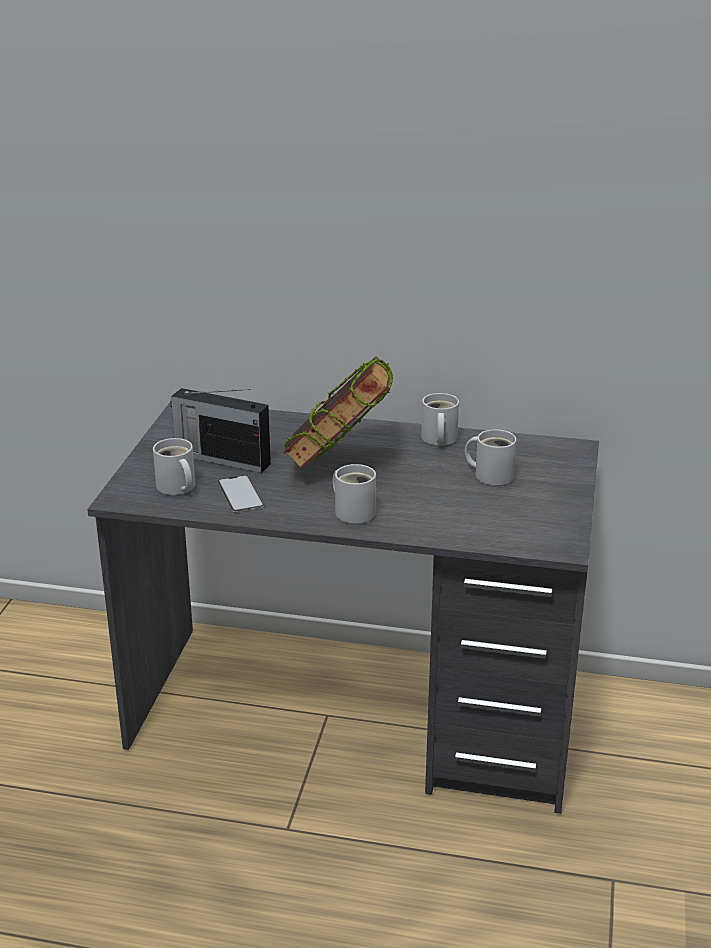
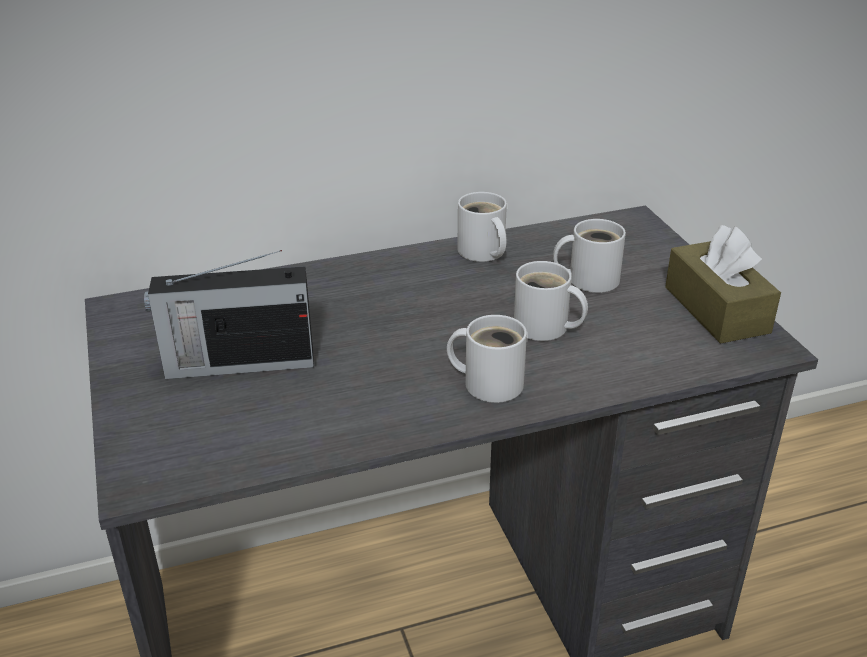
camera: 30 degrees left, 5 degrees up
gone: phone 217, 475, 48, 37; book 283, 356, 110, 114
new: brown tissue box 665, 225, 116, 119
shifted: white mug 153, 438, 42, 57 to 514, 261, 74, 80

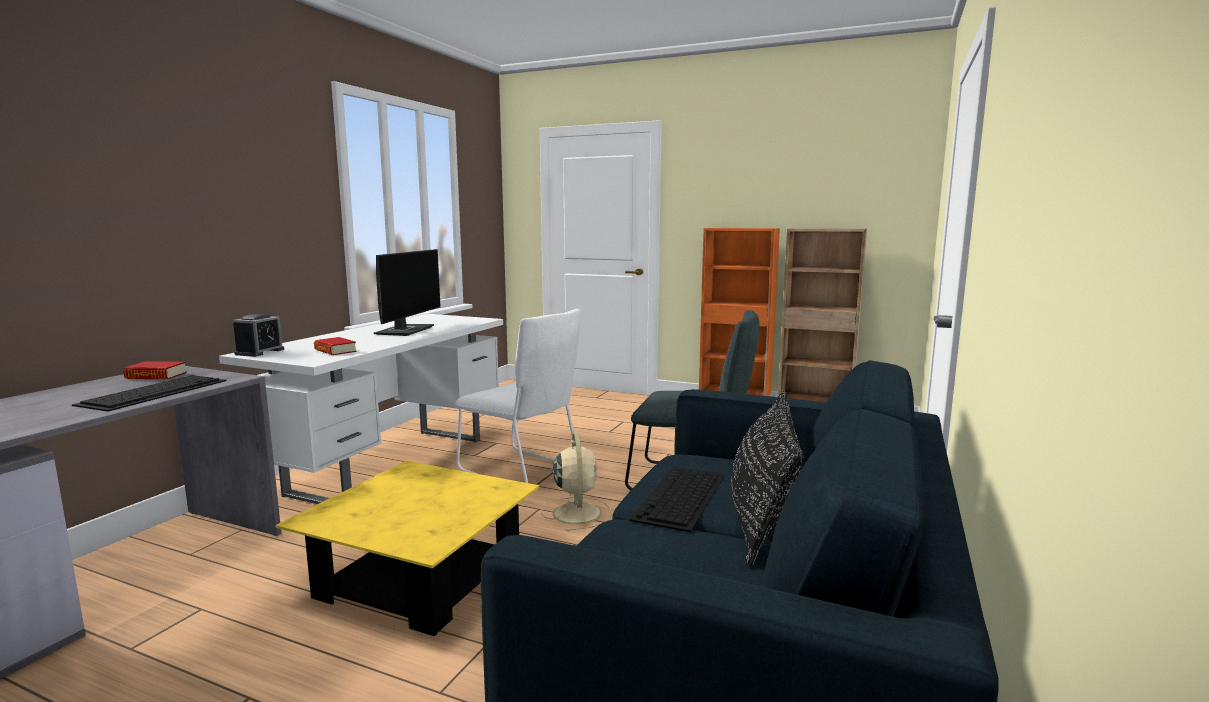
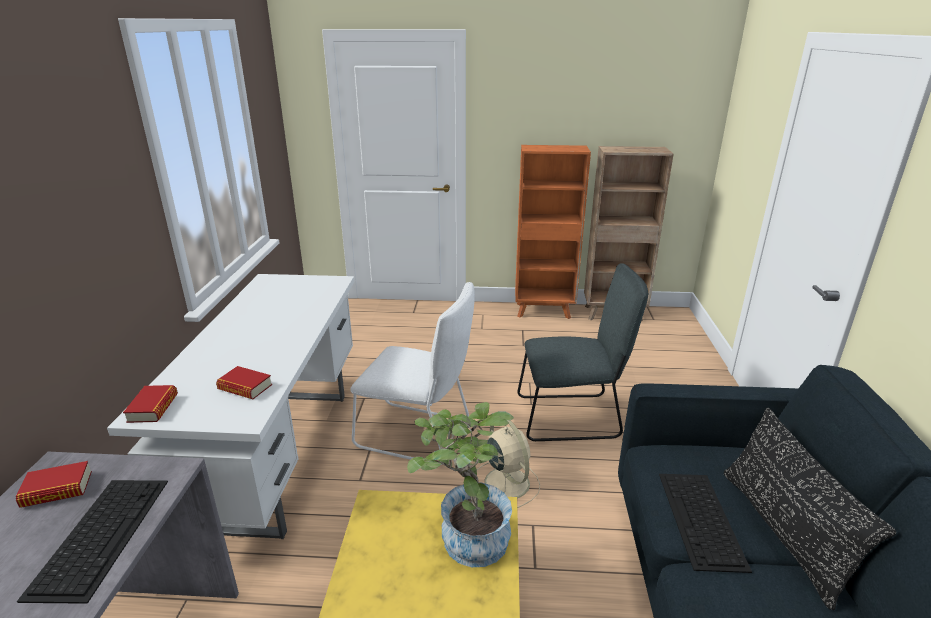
camera: 20 degrees left, 15 degrees up
gone: monitor 374, 249, 67, 87
new: potted plant 407, 402, 107, 165
swapped: alarm clock 233, 314, 51, 43 to book 123, 385, 55, 38

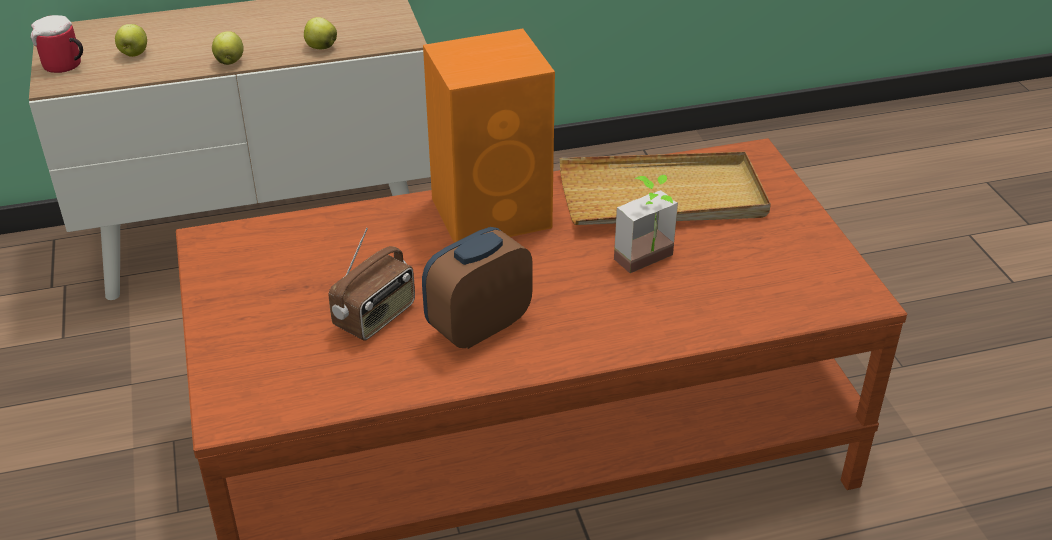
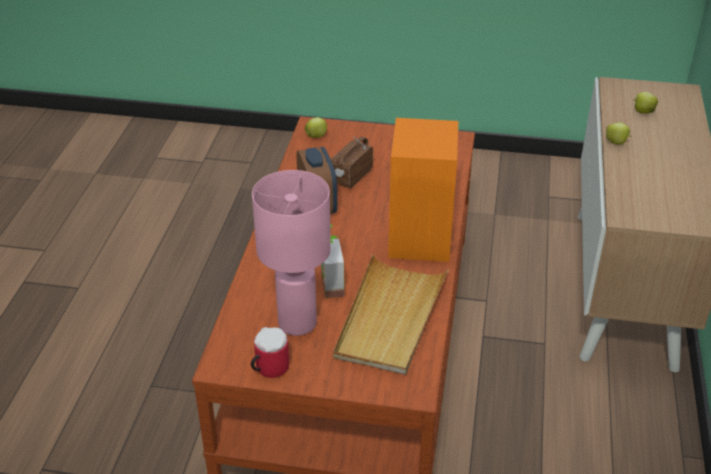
camera: 115 degrees right, 0 degrees up
new: pink table lamp 252, 170, 79, 166
shifted: mug 31, 15, 52, 58 to 251, 327, 38, 51; apple 304, 17, 33, 32 to 305, 117, 22, 21
rotated: radio 329, 227, 86, 114 = 331, 137, 42, 51 60 degrees clockwise

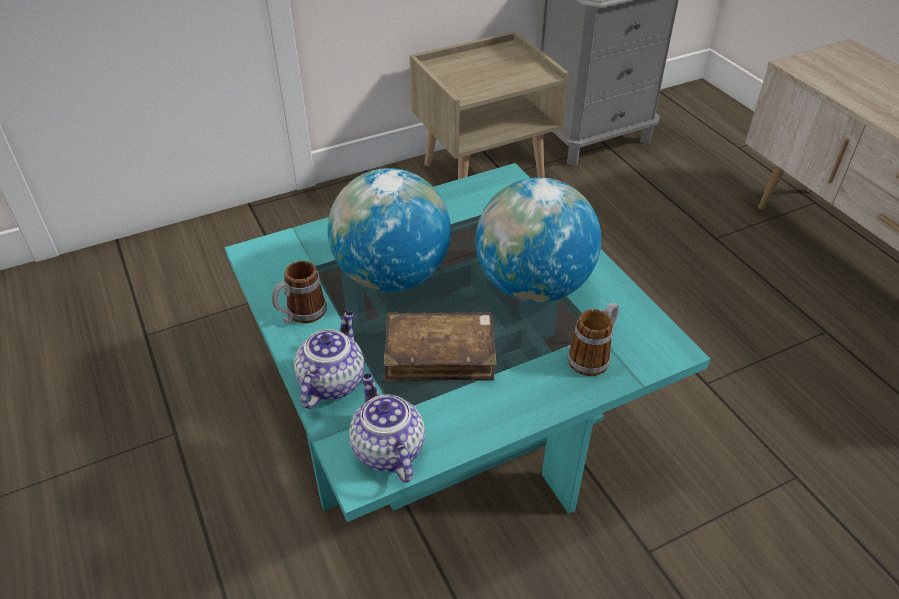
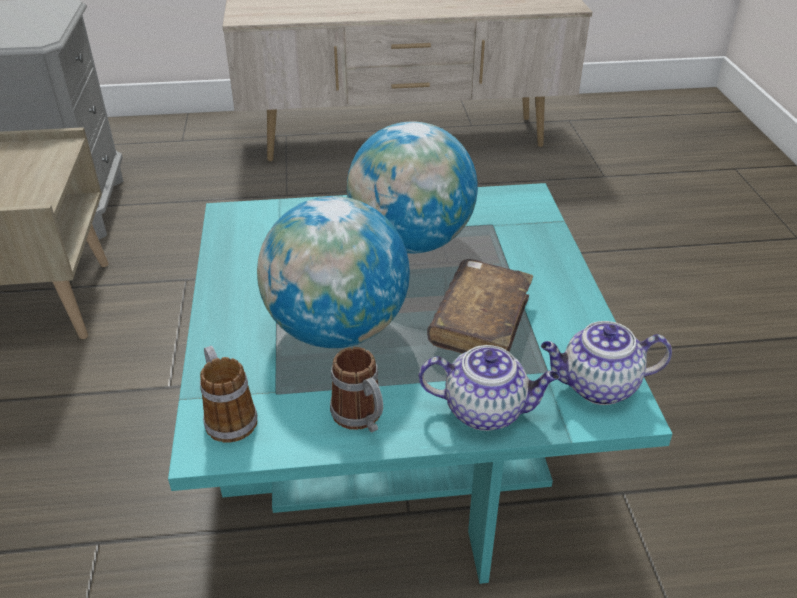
camera: 70 degrees left, 5 degrees down
shifted: mug 568, 302, 51, 74 to 200, 346, 58, 97
rotated: teapot 294, 311, 70, 98 = 419, 345, 141, 86 150 degrees clockwise

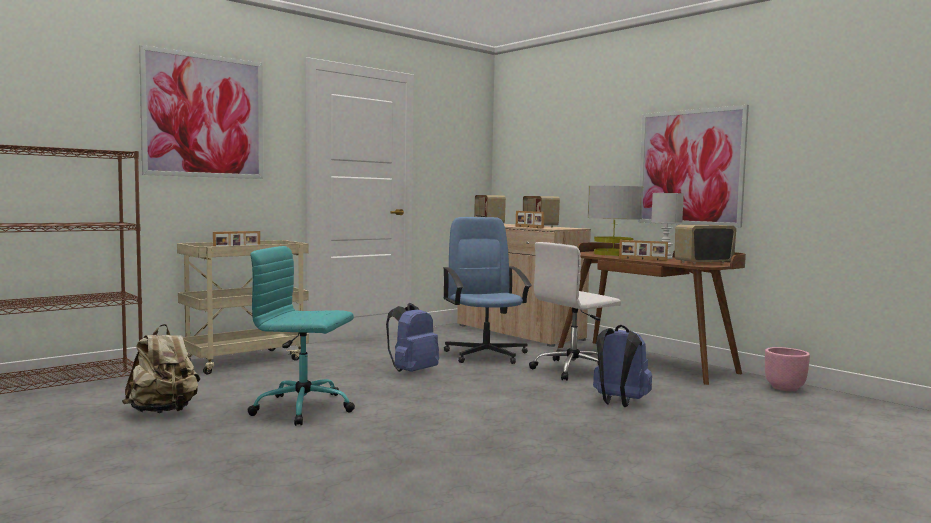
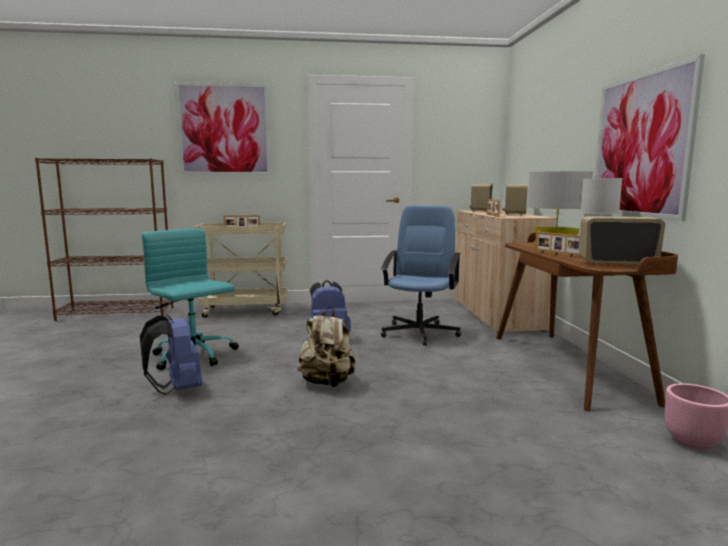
camera: 35 degrees right, 5 degrees up
gone: white office chair 529, 242, 92, 139
shifted: beige backpack 122, 324, 78, 89 to 298, 307, 58, 80; blue backpack 593, 325, 59, 82 to 140, 314, 62, 81

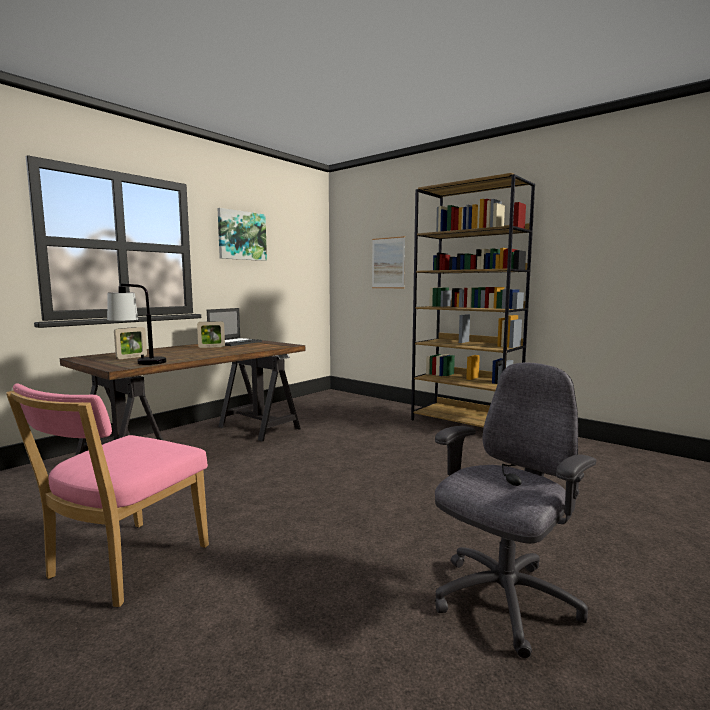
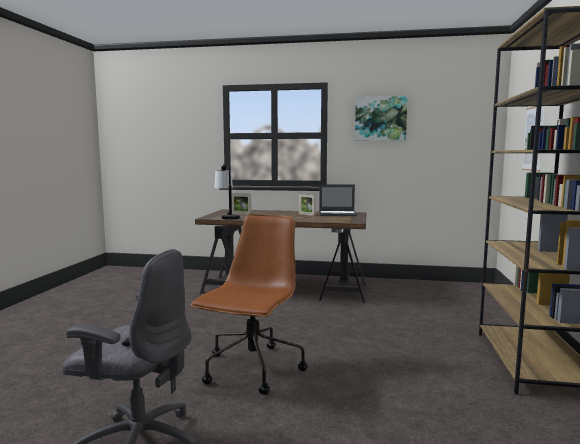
camera: 60 degrees right, 0 degrees up
gone: pink chair 6, 383, 203, 224
new: brown office chair 190, 214, 118, 181

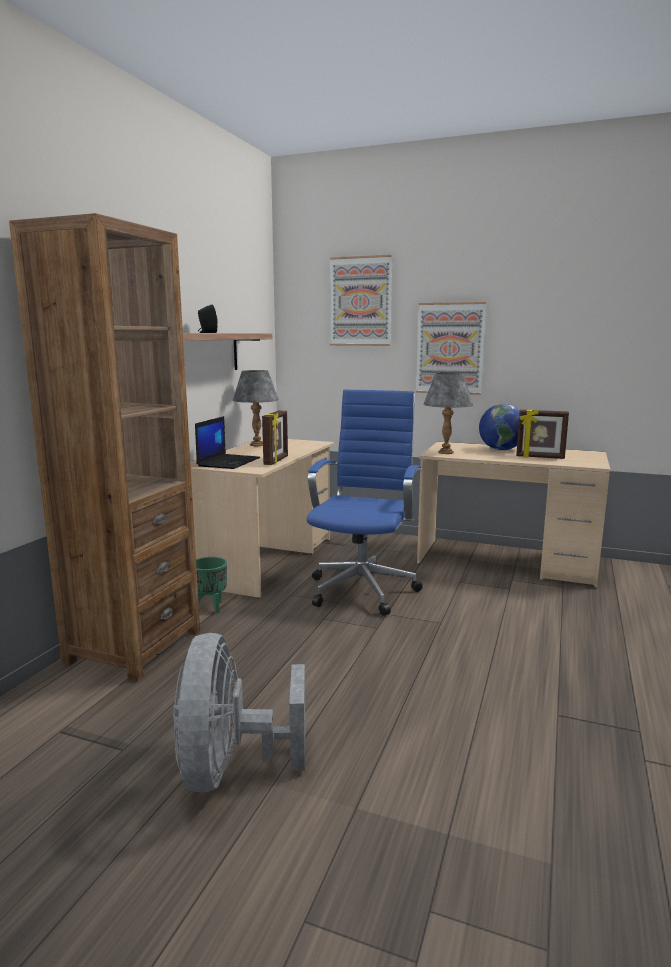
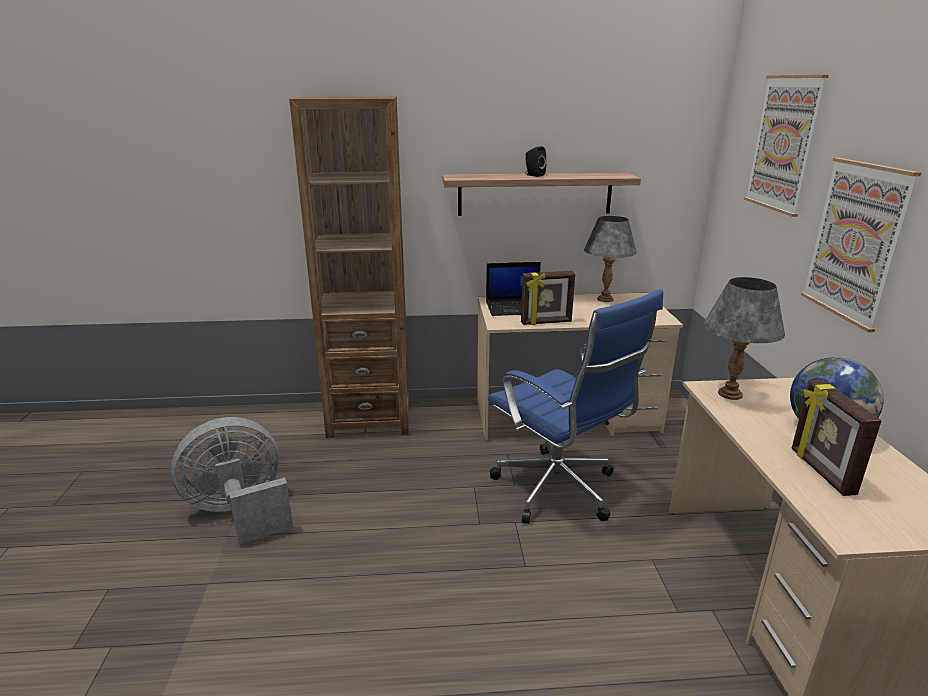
camera: 65 degrees right, 10 degrees up
gone: green planter 196, 557, 31, 57
rotated: blue office chair 307, 390, 116, 226 = 488, 289, 175, 235 60 degrees clockwise

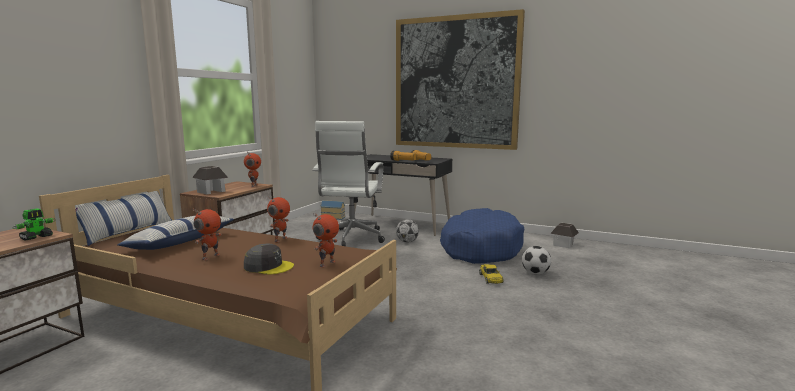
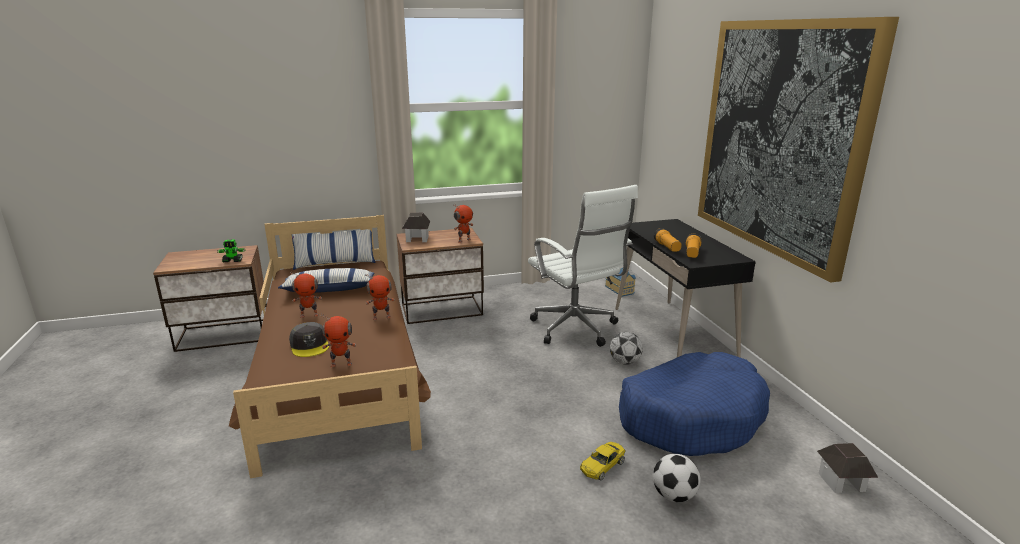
camera: 50 degrees right, 10 degrees up
rotated: white office chair 313, 121, 72, 125 = 528, 185, 110, 162 90 degrees counterclockwise

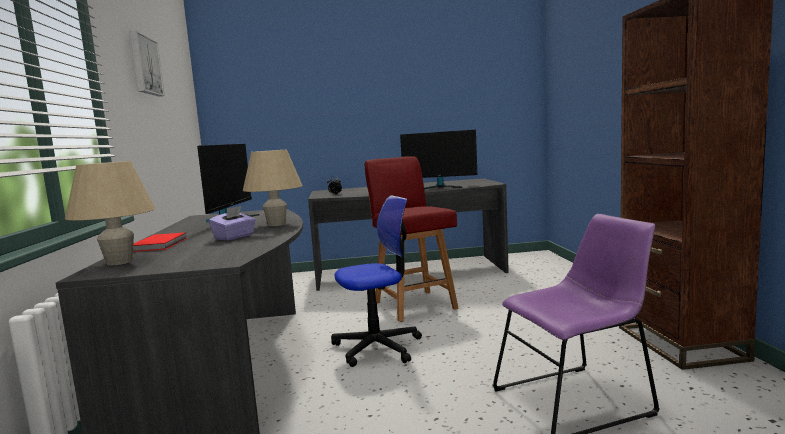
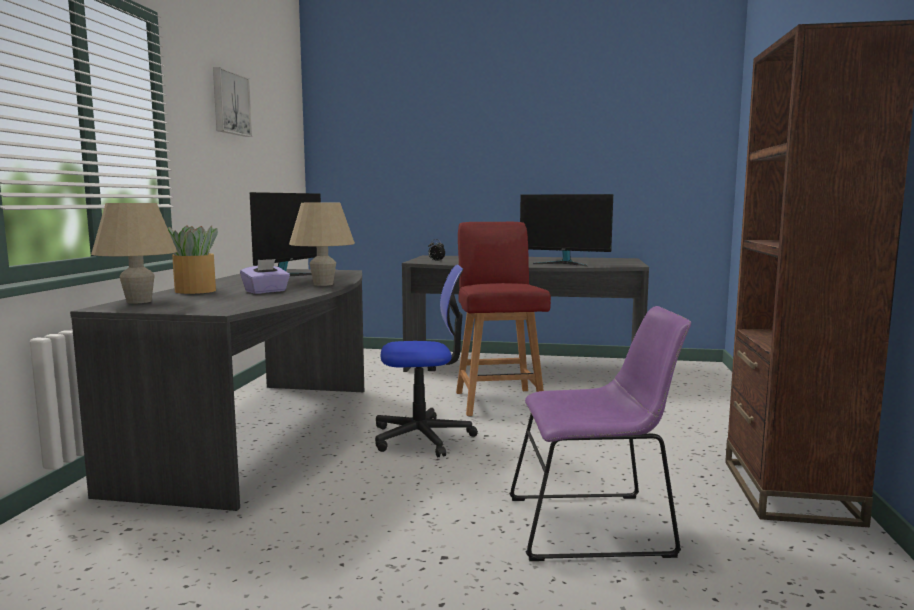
camera: 15 degrees right, 0 degrees up
swapped: red book 133, 232, 54, 20 to potted plant 168, 225, 50, 69

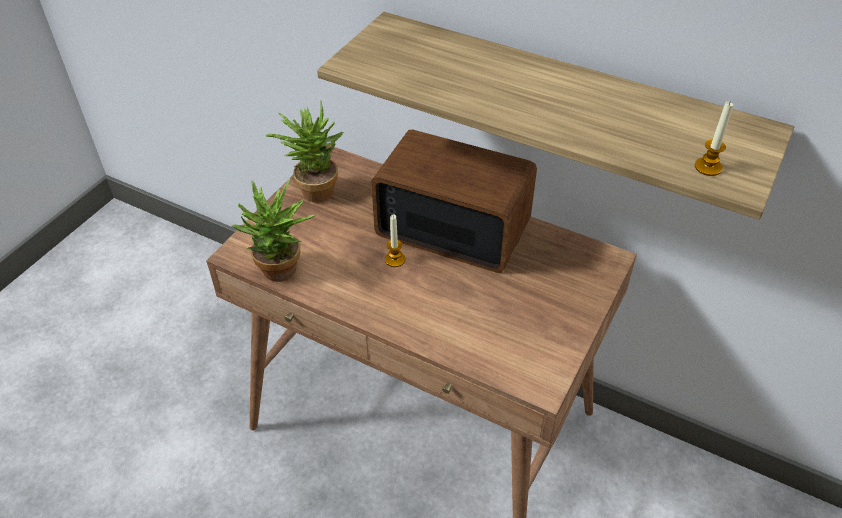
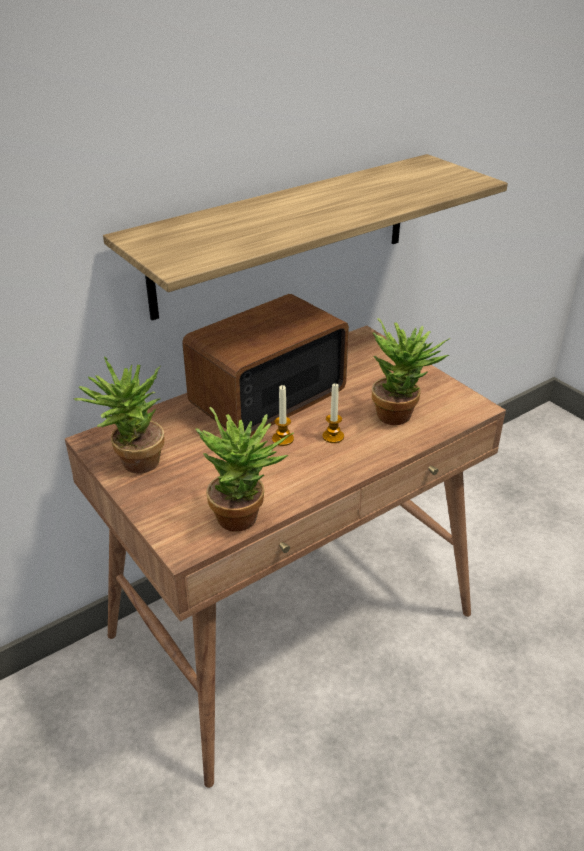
camera: 65 degrees left, 10 degrees down
new: potted plant 372, 318, 78, 107
shifted: candle 695, 101, 38, 75 to 322, 383, 22, 60

